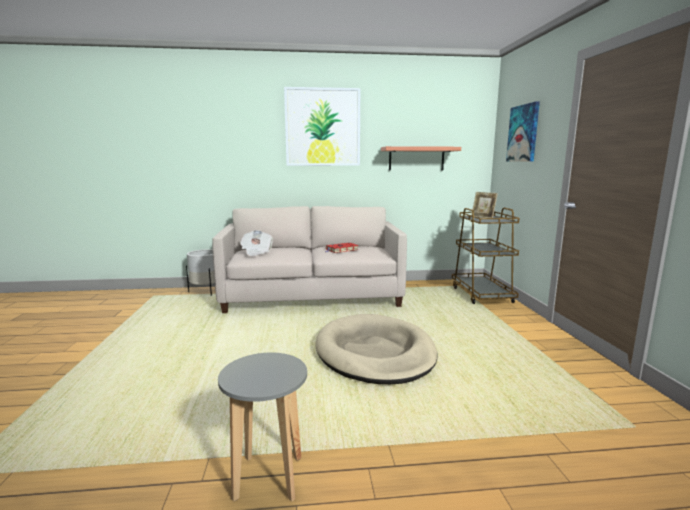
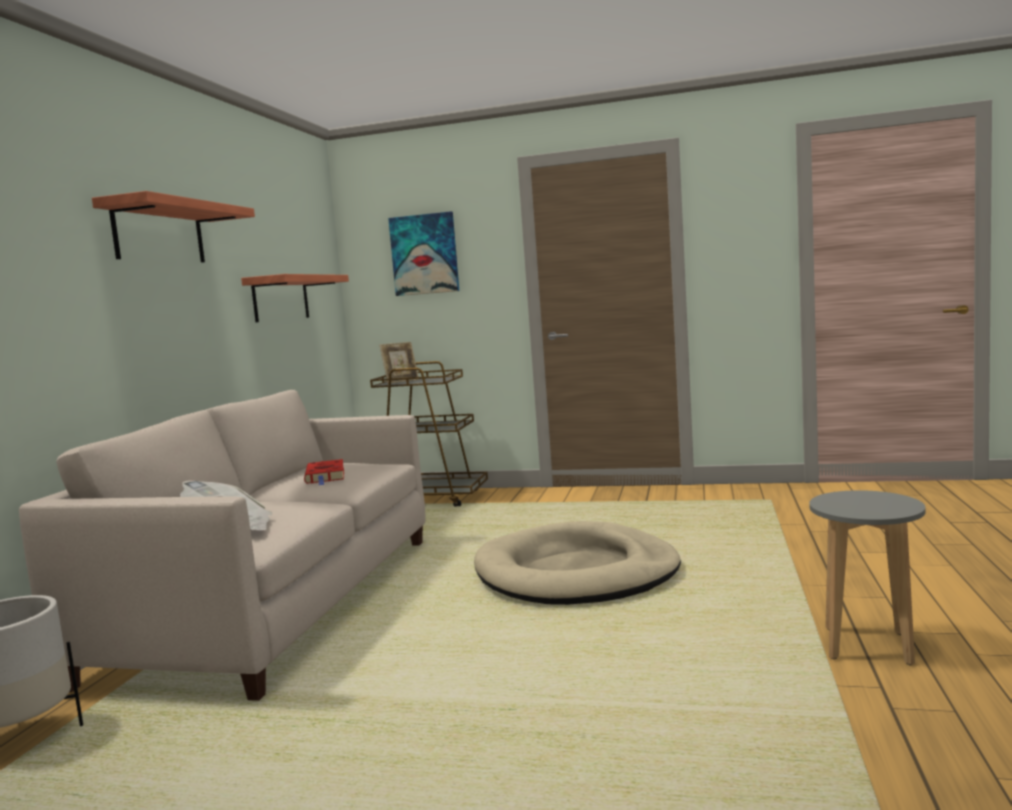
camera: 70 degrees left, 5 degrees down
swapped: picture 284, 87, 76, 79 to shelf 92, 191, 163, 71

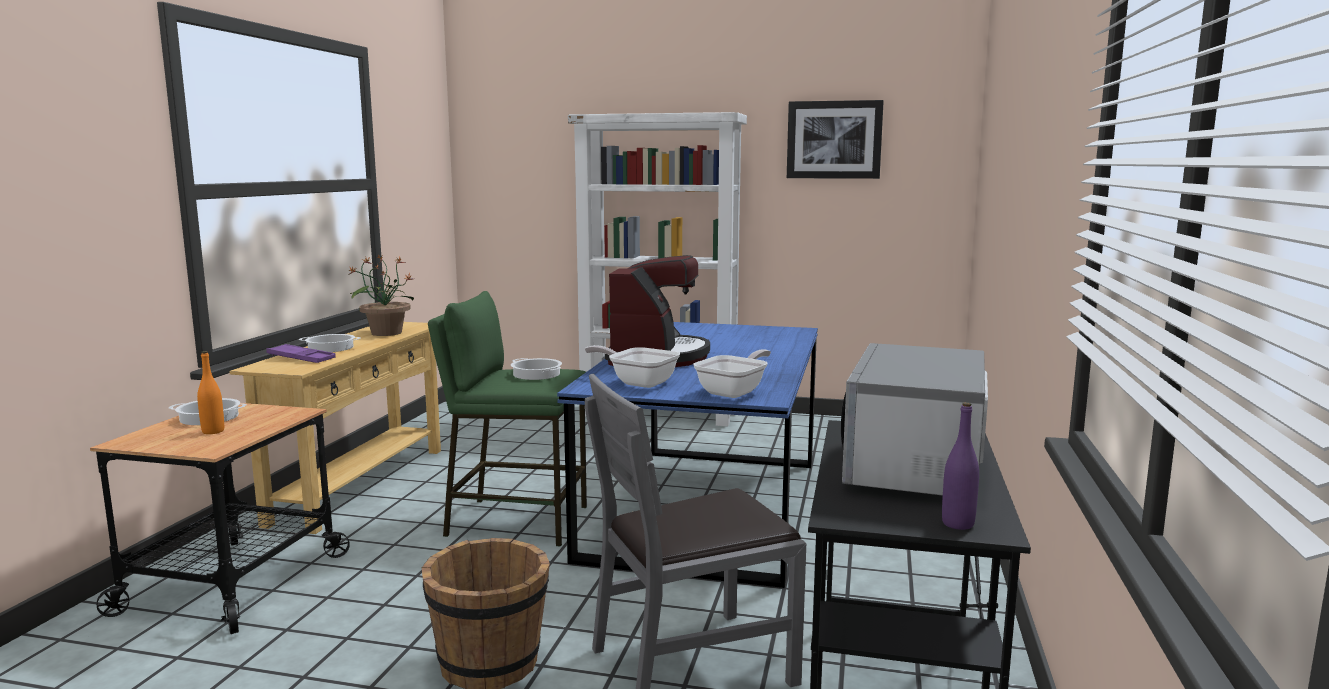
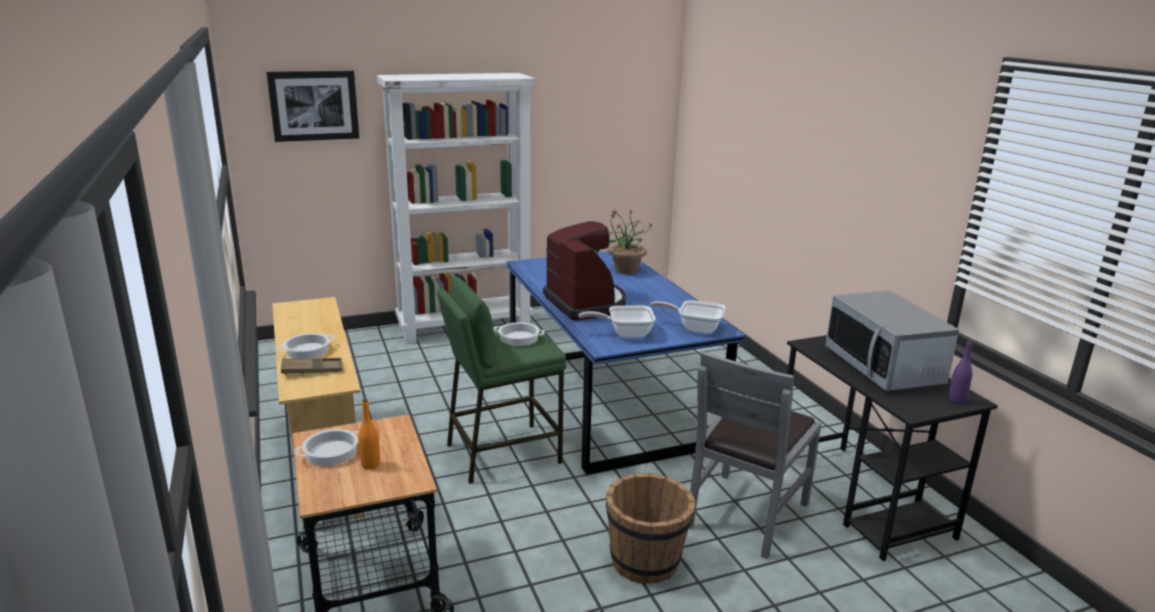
camera: 35 degrees left, 10 degrees up
shifted: potted plant 348, 254, 66, 82 to 608, 209, 45, 65; picture 787, 100, 97, 79 to 267, 71, 92, 71
repainted: purple tray 266, 344, 70, 19 to brown tray 281, 358, 62, 17
rotated: frying pan 693, 349, 78, 49 = 651, 300, 74, 34 75 degrees counterclockwise

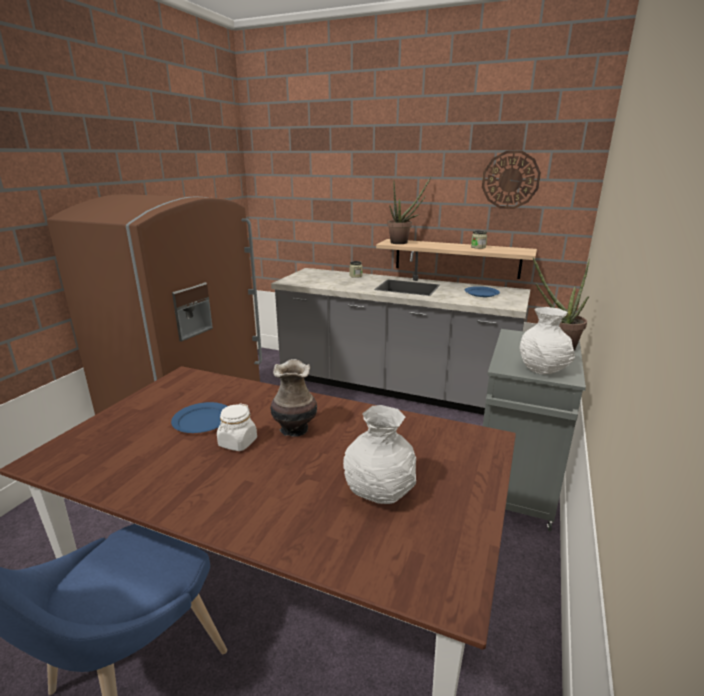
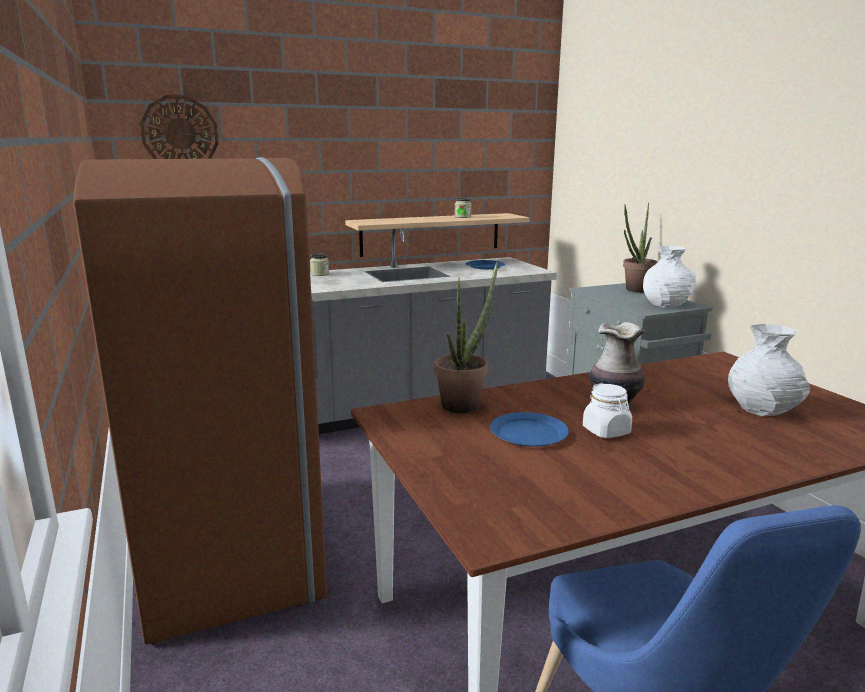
camera: 45 degrees left, 5 degrees down
shifted: potted plant 388, 177, 43, 67 to 434, 260, 64, 153; wall clock 482, 151, 59, 58 to 140, 95, 79, 64

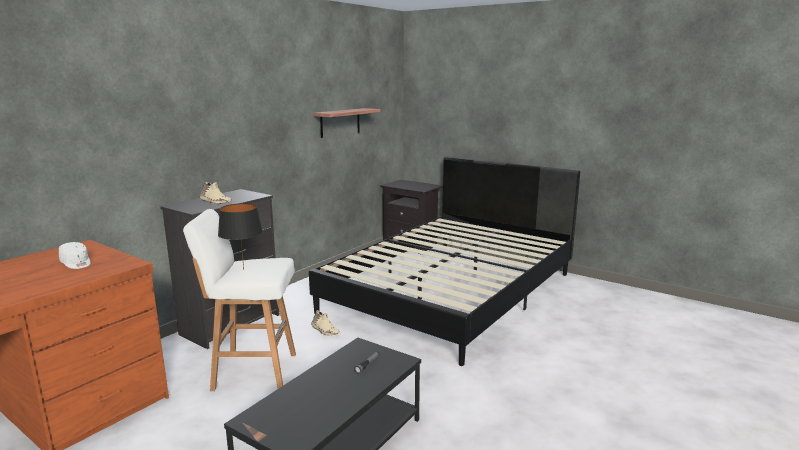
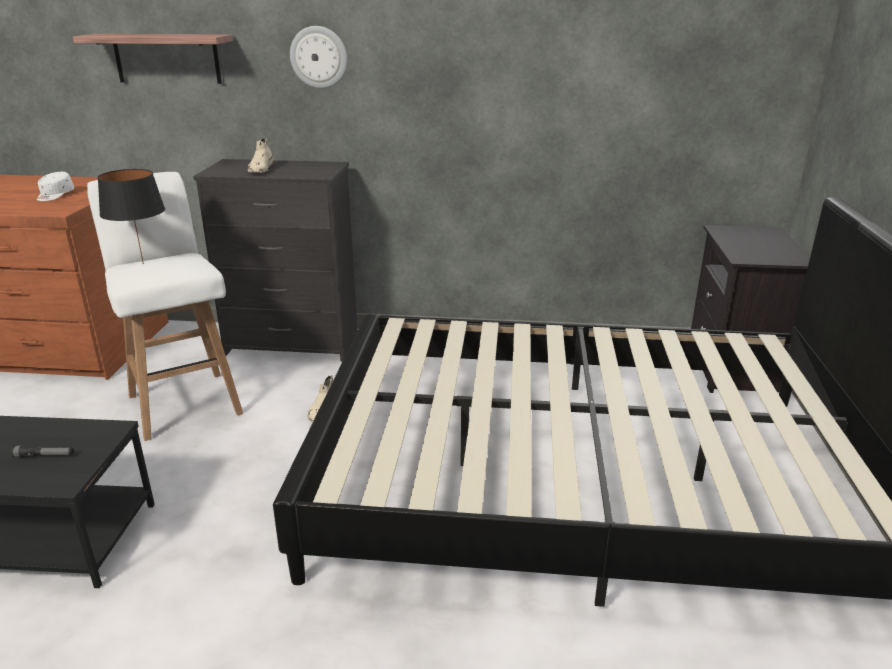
camera: 60 degrees right, 10 degrees up
new: wall clock 290, 26, 57, 62
shifted: shelf 313, 108, 67, 30 to 73, 34, 160, 50

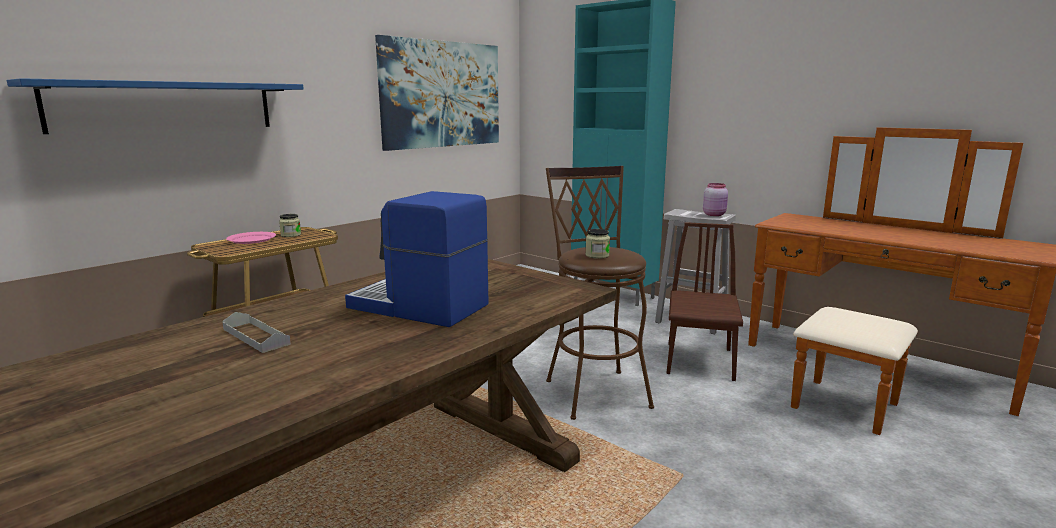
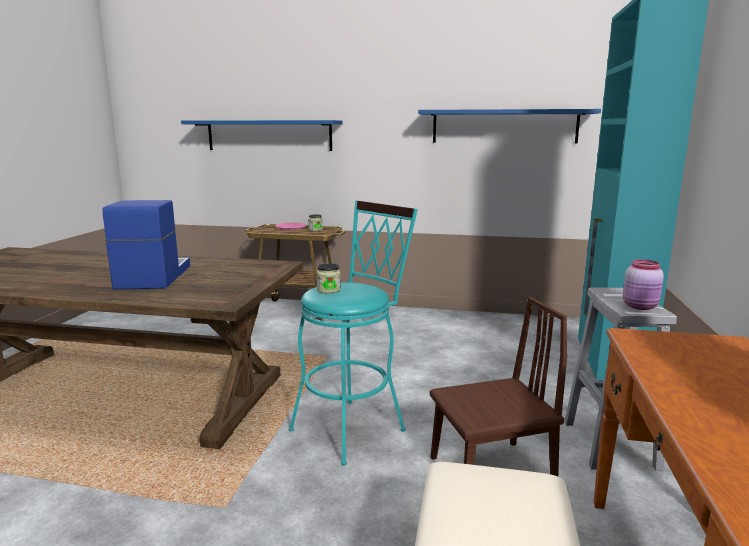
camera: 60 degrees right, 0 degrees up
gone: grey tray 222, 312, 69, 41
swapped: picture 375, 35, 124, 116 to blue shelf 418, 109, 183, 34
repainted: brown stool 546, 166, 108, 254 to turquoise stool 289, 200, 129, 266

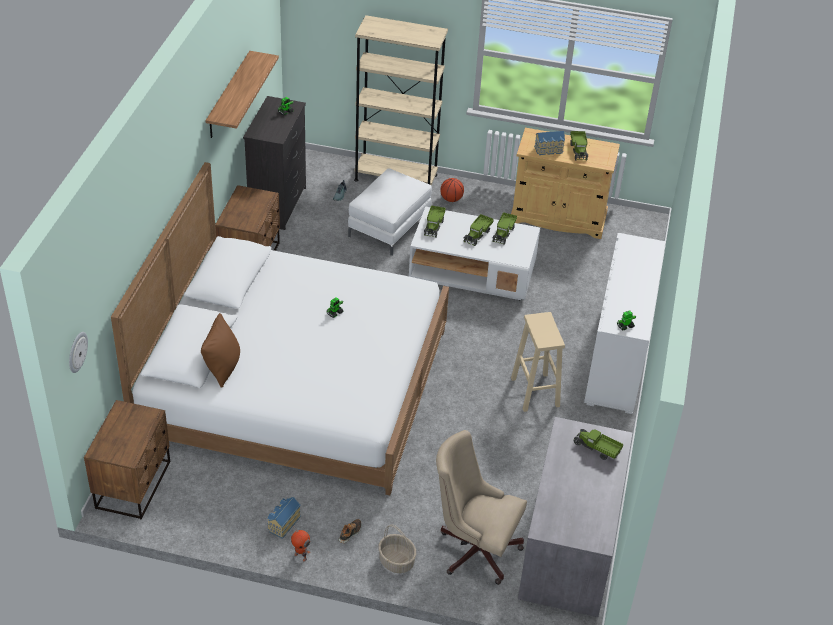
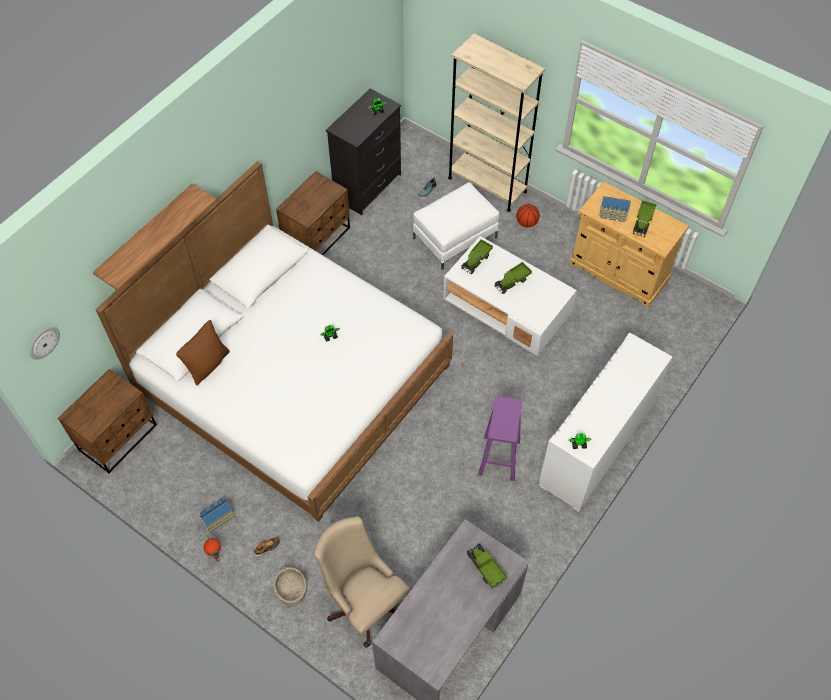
camera: 25 degrees right, 15 degrees up
gone: toy truck 493, 212, 24, 33
shifted: shelf 205, 51, 74, 87 to 93, 184, 124, 107
repainted: beige stool 511, 312, 54, 100 to purple stool 478, 396, 44, 85

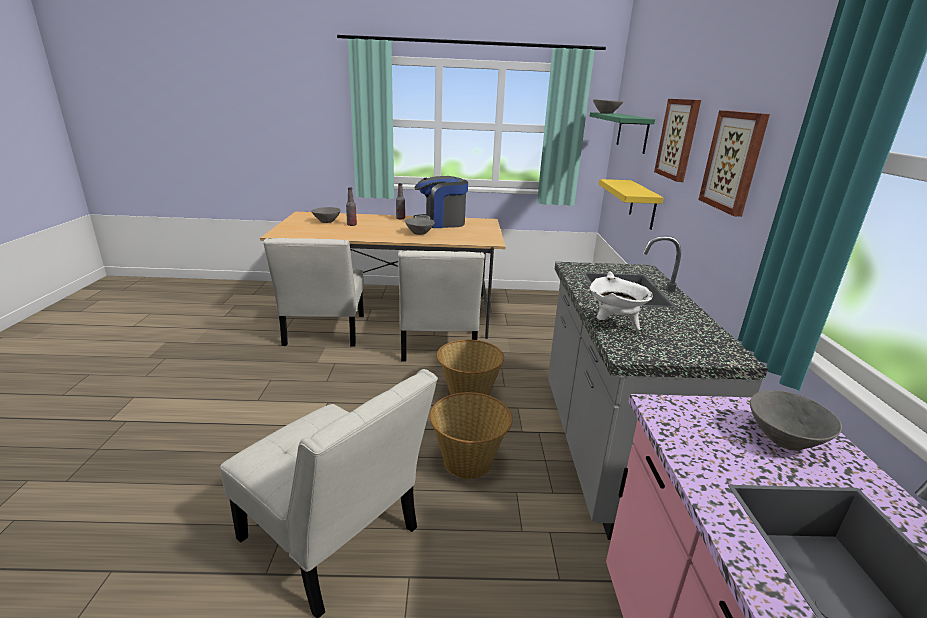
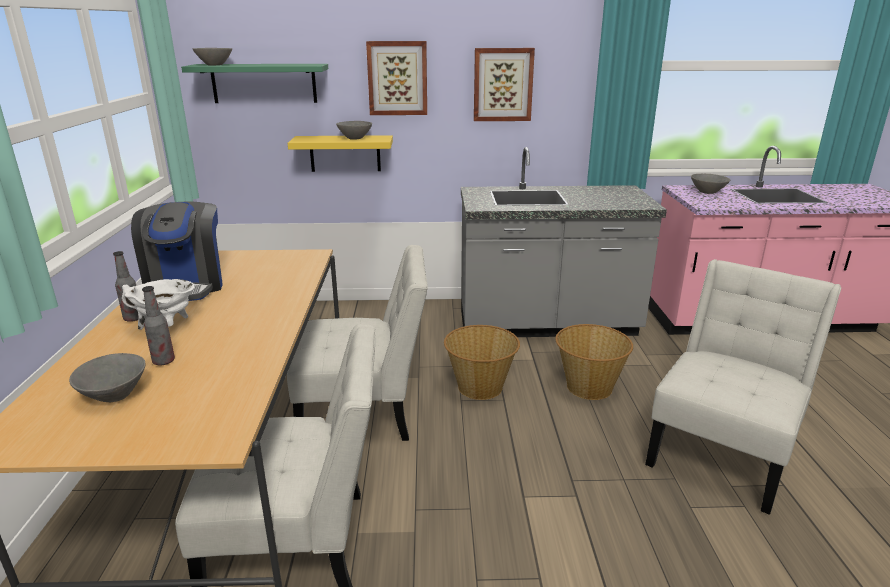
camera: 90 degrees left, 0 degrees up
shifted: grey bowl 405, 218, 30, 17 to 336, 121, 36, 19; white cooking pot 590, 271, 63, 60 to 122, 279, 73, 51

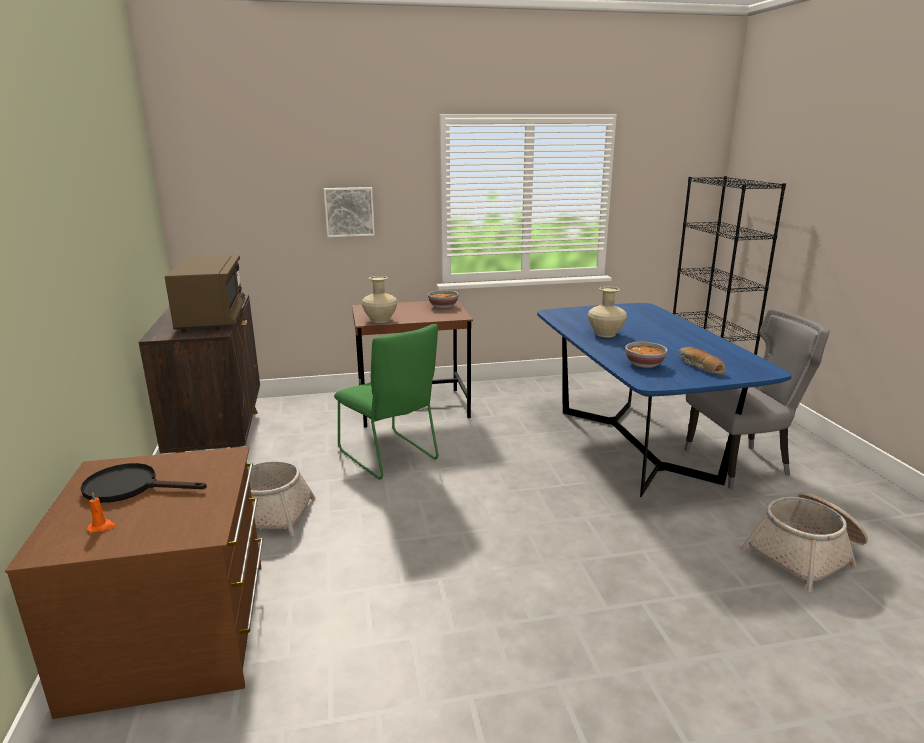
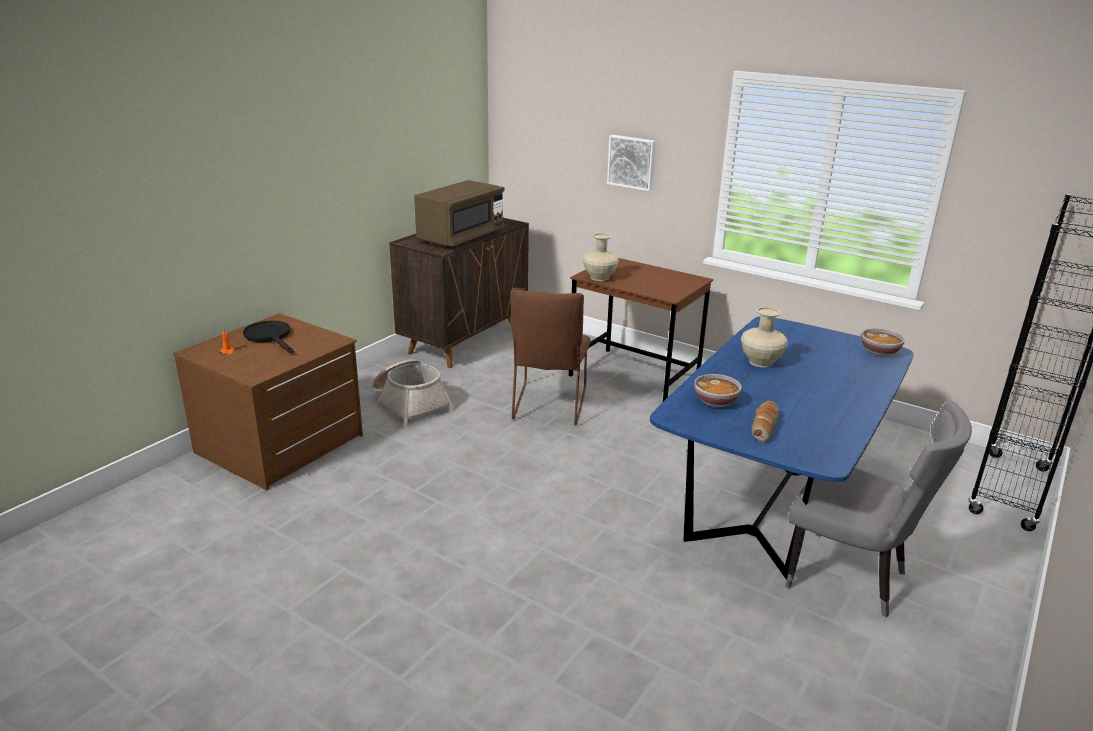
camera: 45 degrees right, 5 degrees up
gone: basket 740, 493, 128, 99
shifted: bowl 428, 290, 31, 18 to 861, 328, 44, 28
repainted: green chair 334, 324, 104, 156 to brown chair 510, 289, 80, 136

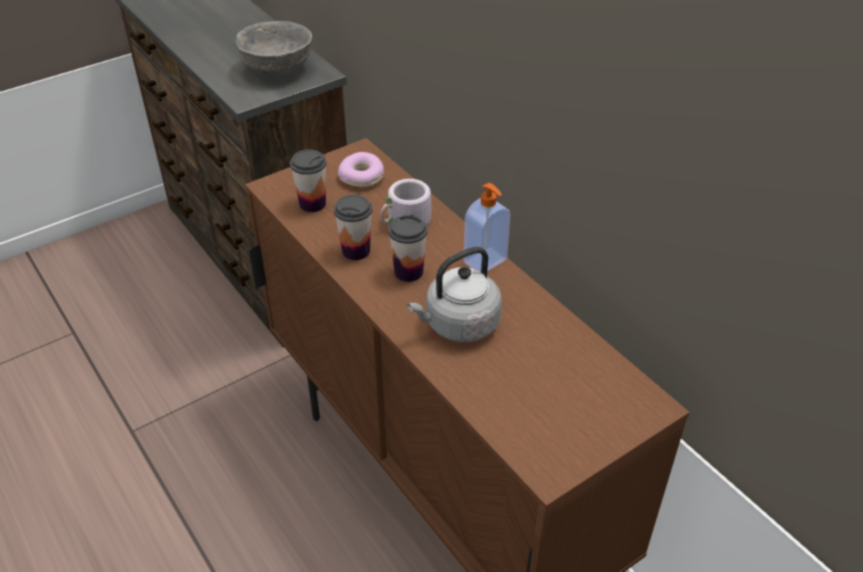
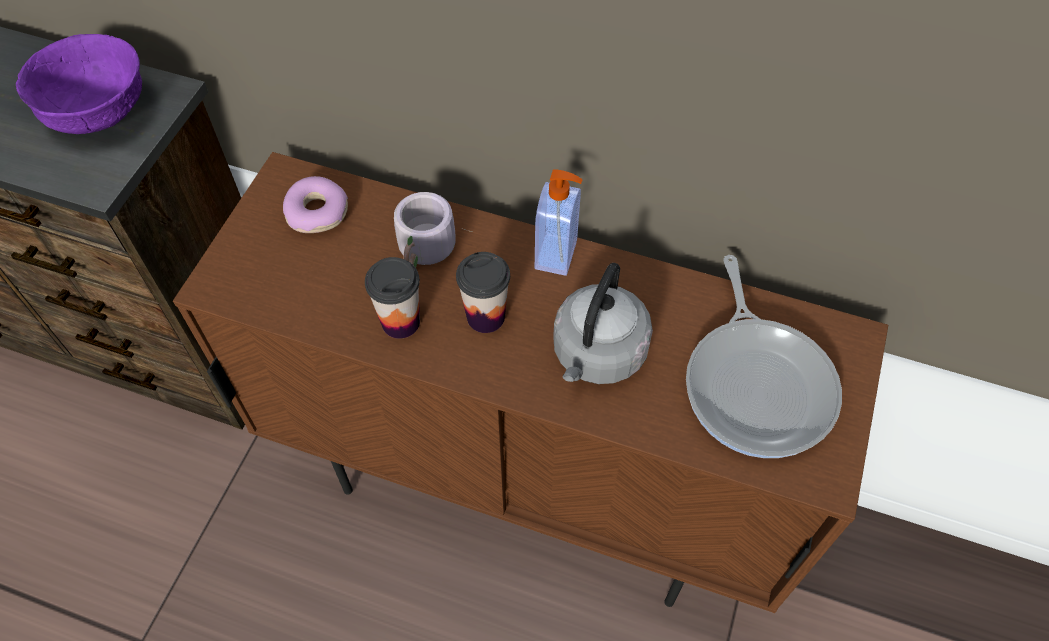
camera: 35 degrees left, 15 degrees up
gone: cup 290, 150, 37, 62
new: frying pan 686, 255, 156, 203
repainted: grey bowl 236, 21, 76, 55 to purple bowl 16, 34, 126, 100

